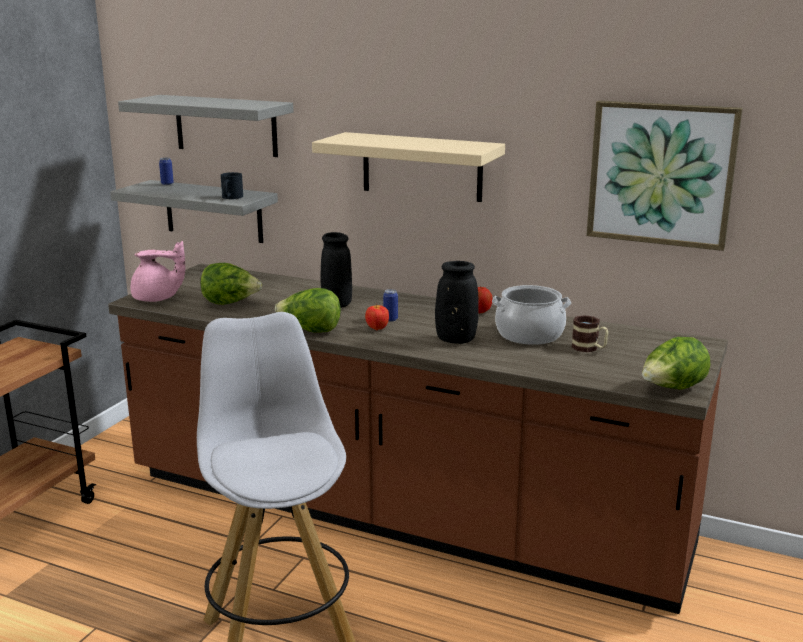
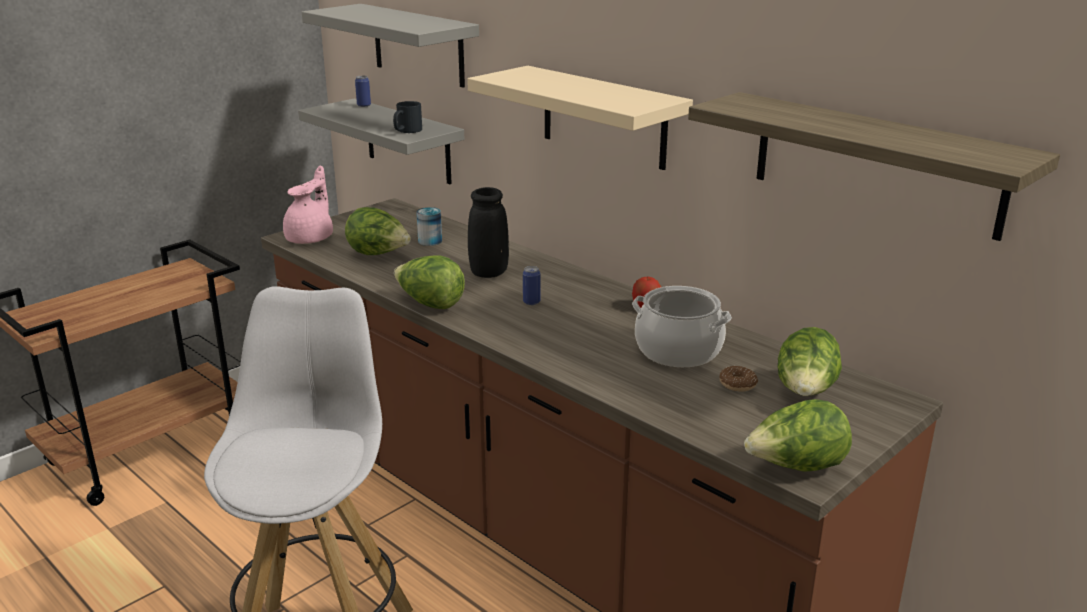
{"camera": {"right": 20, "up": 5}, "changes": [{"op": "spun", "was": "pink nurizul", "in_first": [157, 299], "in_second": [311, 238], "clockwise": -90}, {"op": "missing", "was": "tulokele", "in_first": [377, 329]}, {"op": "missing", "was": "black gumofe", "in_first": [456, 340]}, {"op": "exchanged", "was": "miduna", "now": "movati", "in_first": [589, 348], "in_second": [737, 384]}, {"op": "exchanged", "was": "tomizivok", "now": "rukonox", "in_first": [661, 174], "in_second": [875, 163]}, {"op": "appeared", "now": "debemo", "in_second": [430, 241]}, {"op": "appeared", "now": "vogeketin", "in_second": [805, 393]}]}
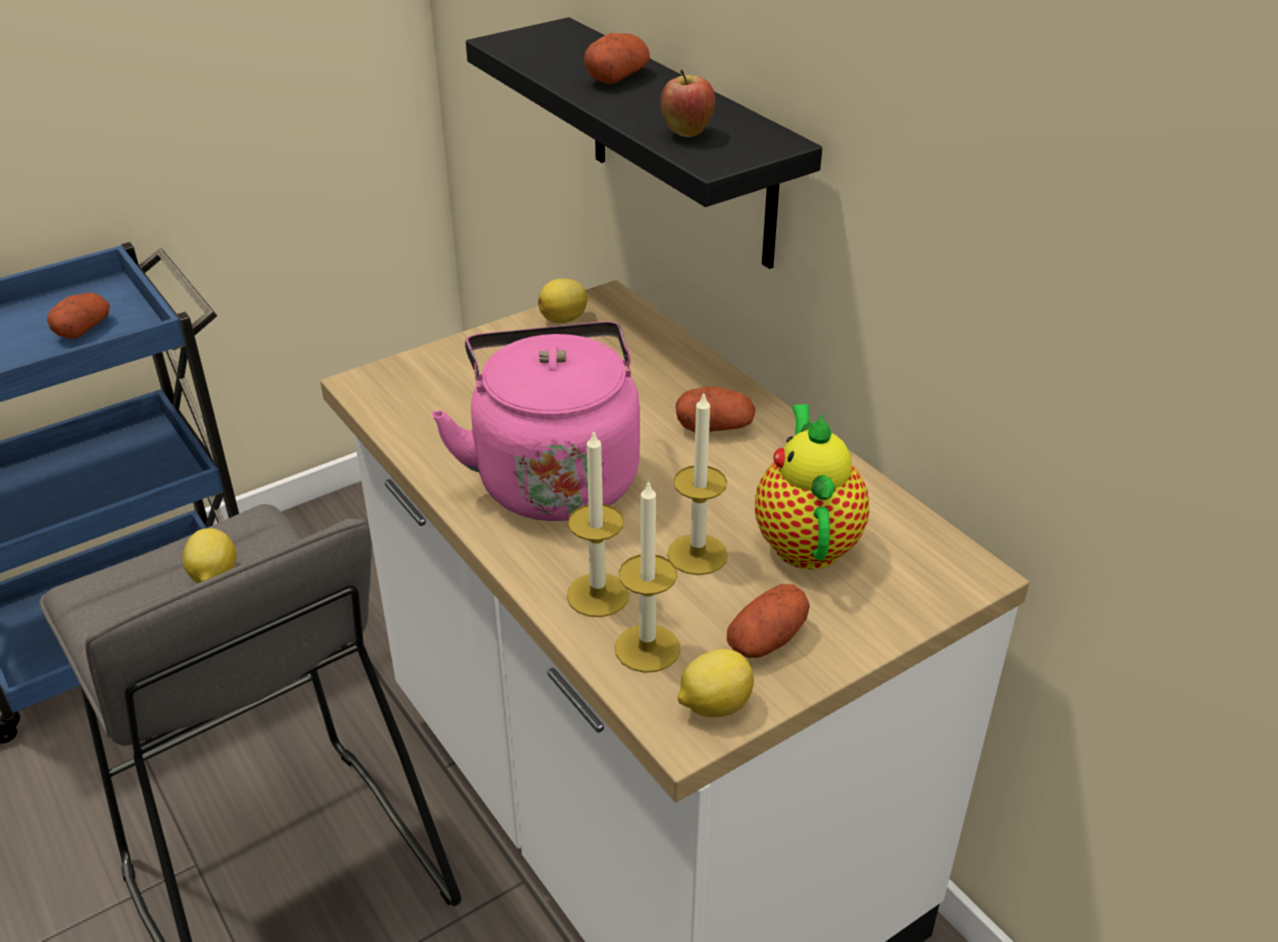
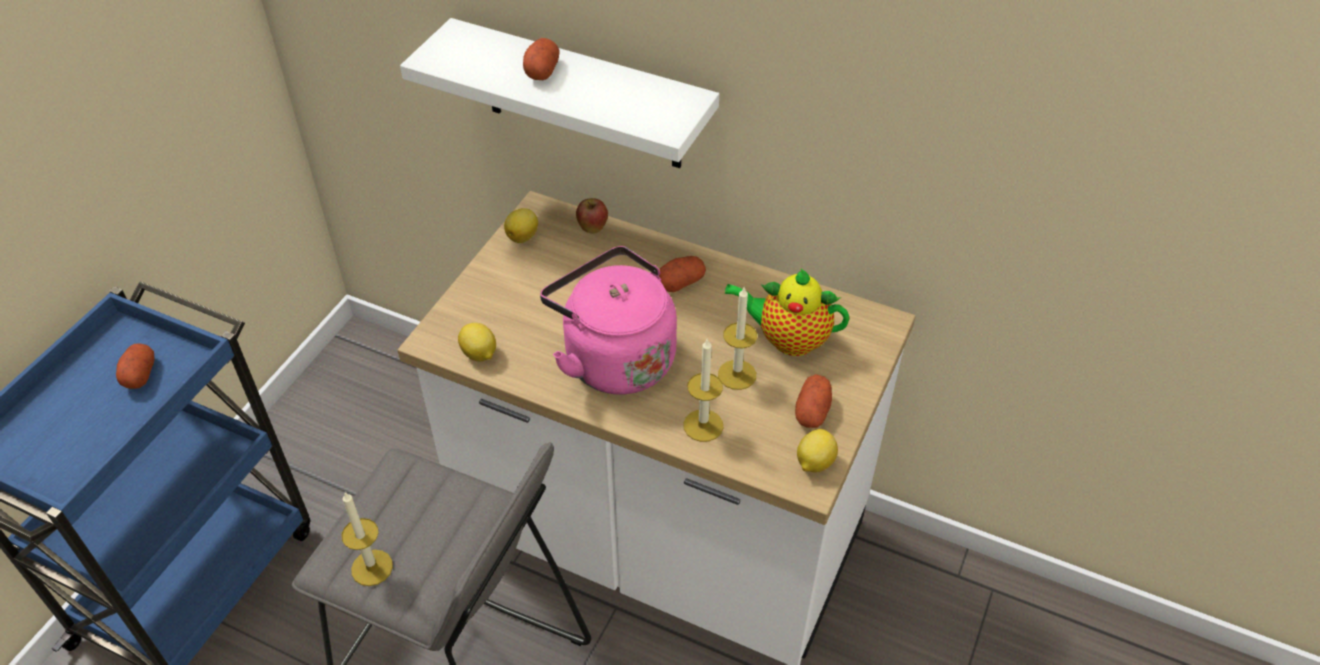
{"camera": {"right": -30, "up": 10}, "changes": [{"op": "relocated", "was": "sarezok", "in_first": [214, 577], "in_second": [479, 354]}, {"op": "colour", "was": "black rukonox", "now": "white rukonox", "in_first": [681, 143], "in_second": [582, 96]}, {"op": "relocated", "was": "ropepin", "in_first": [647, 648], "in_second": [372, 567]}, {"op": "relocated", "was": "tulokele", "in_first": [687, 134], "in_second": [592, 229]}, {"op": "spun", "was": "nurizul", "in_first": [806, 540], "in_second": [788, 339], "clockwise": -45}]}
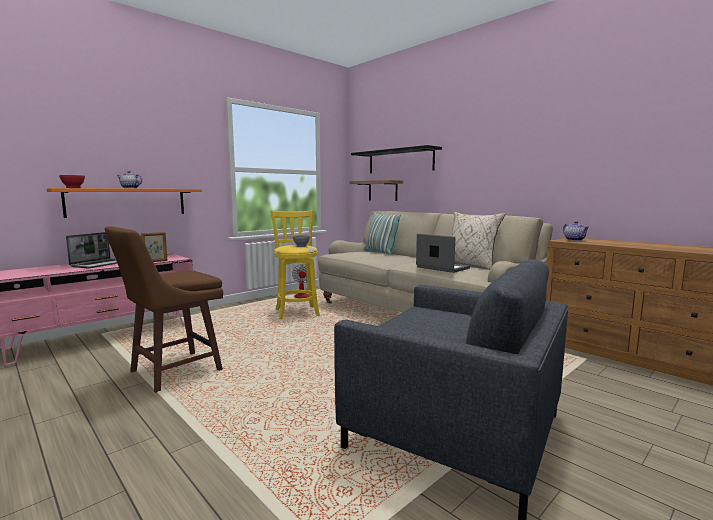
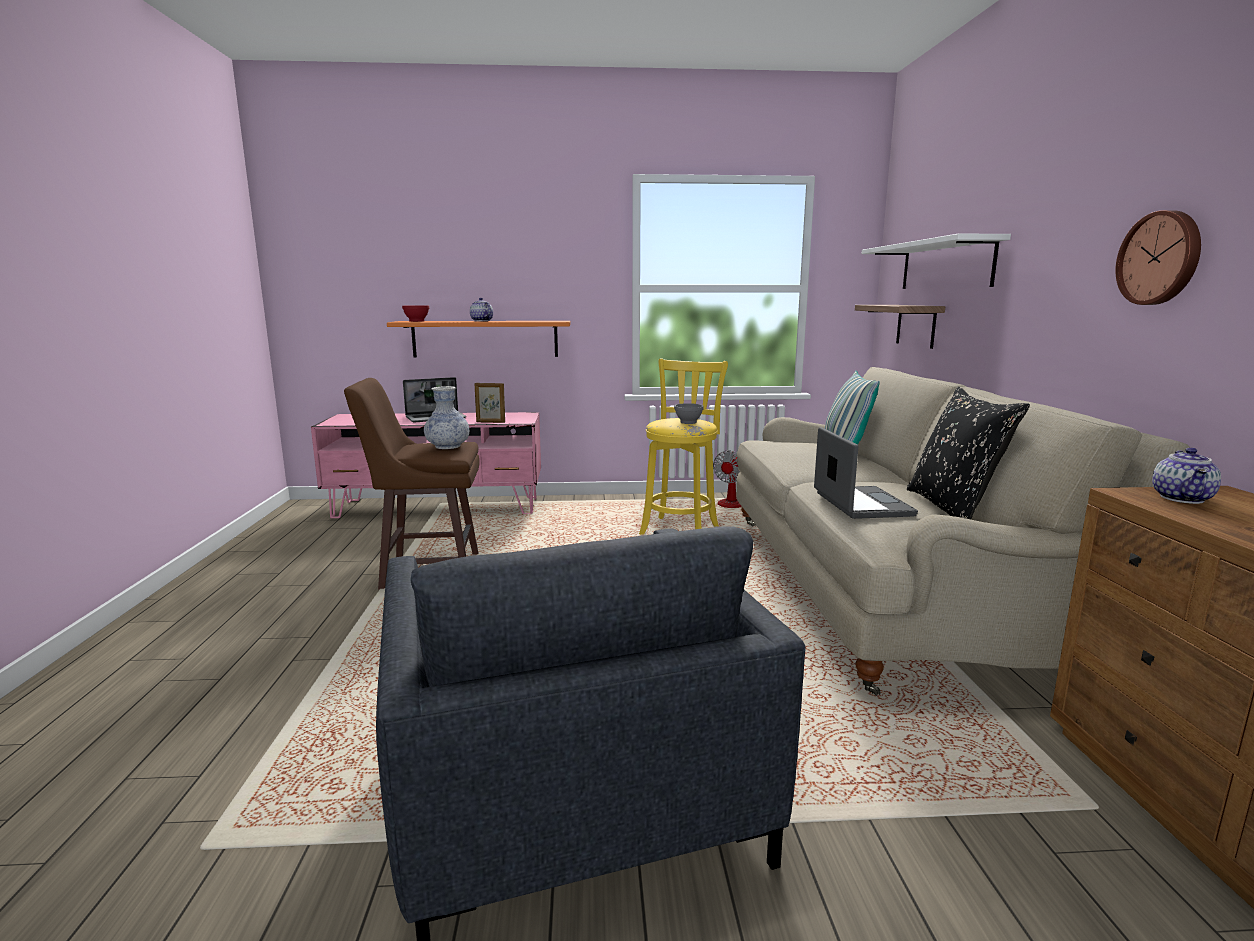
{"camera": {"right": 40, "up": 5}, "changes": [{"op": "colour", "was": "black rukonox", "now": "white rukonox", "in_first": [400, 161], "in_second": [945, 265]}, {"op": "colour", "was": "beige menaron", "now": "black menaron", "in_first": [470, 265], "in_second": [953, 508]}, {"op": "appeared", "now": "gumofe", "in_second": [447, 446]}, {"op": "appeared", "now": "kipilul", "in_second": [1161, 258]}]}
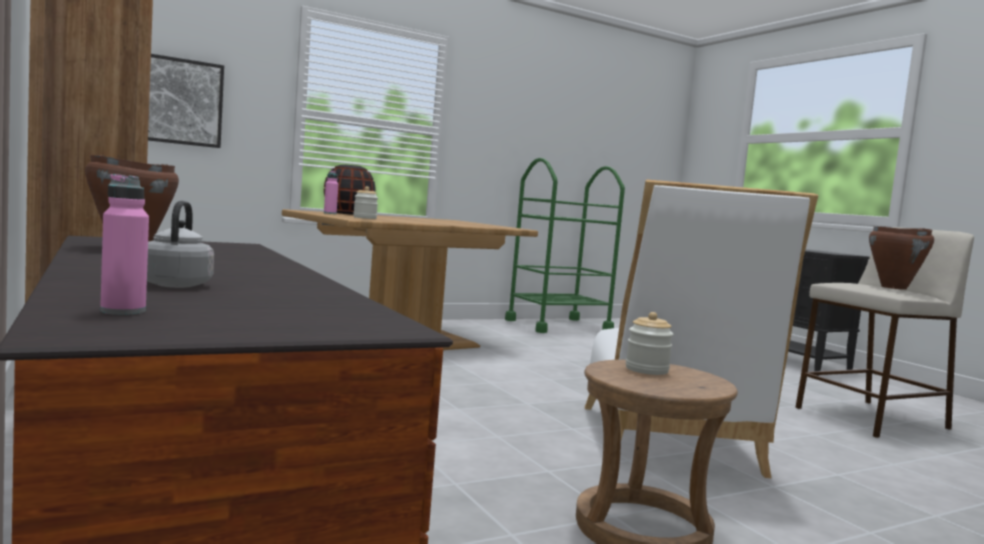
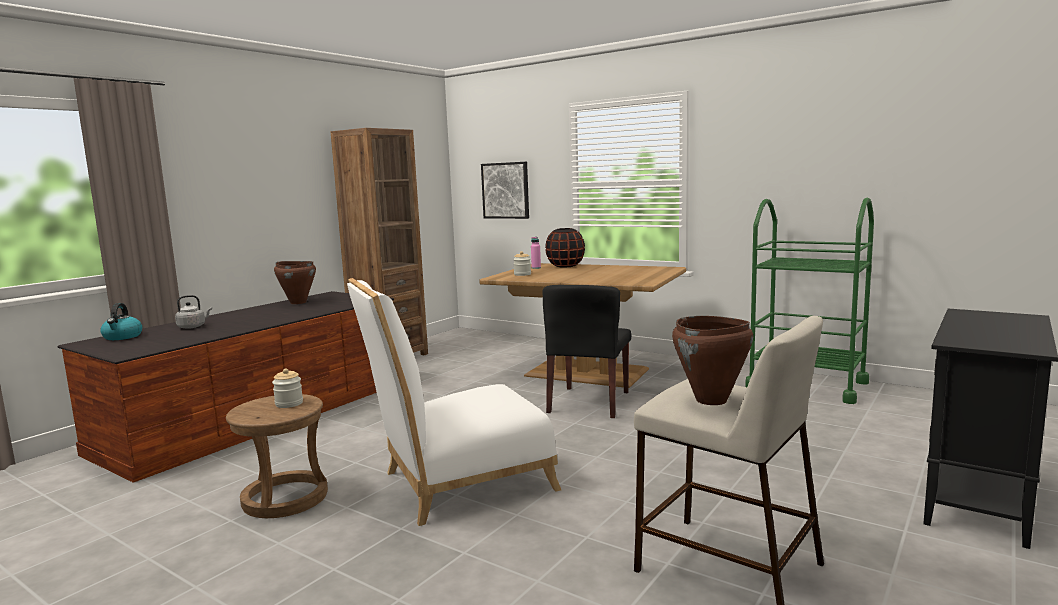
{"camera": {"right": 65, "up": 5}, "changes": [{"op": "exchanged", "was": "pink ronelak", "now": "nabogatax", "in_first": [123, 311], "in_second": [122, 337]}, {"op": "appeared", "now": "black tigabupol", "in_second": [589, 402]}]}
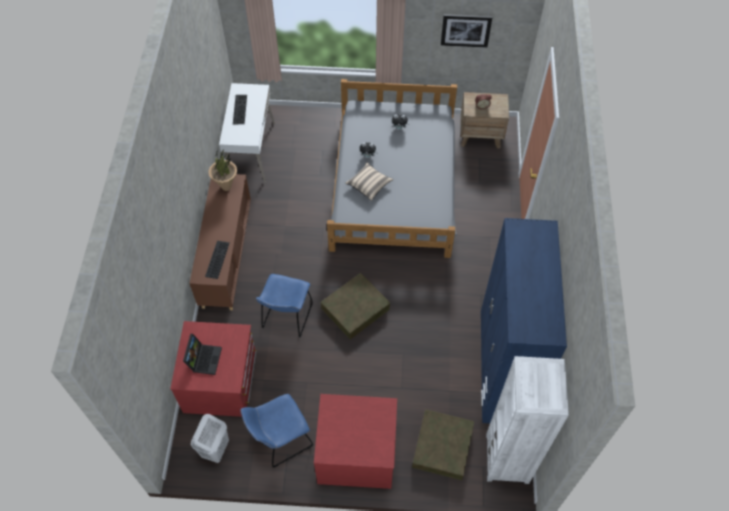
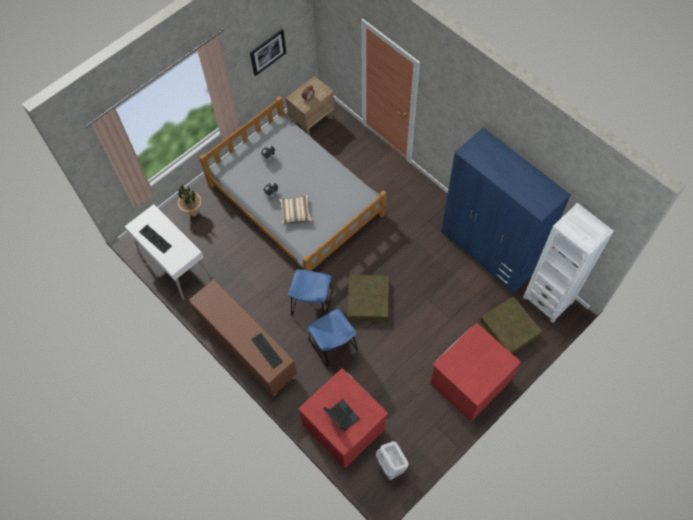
{"camera": {"right": -45, "up": 5}, "changes": [{"op": "relocated", "was": "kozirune", "in_first": [226, 187], "in_second": [193, 213]}, {"op": "relocated", "was": "blue tigabupol", "in_first": [280, 440], "in_second": [311, 305]}]}
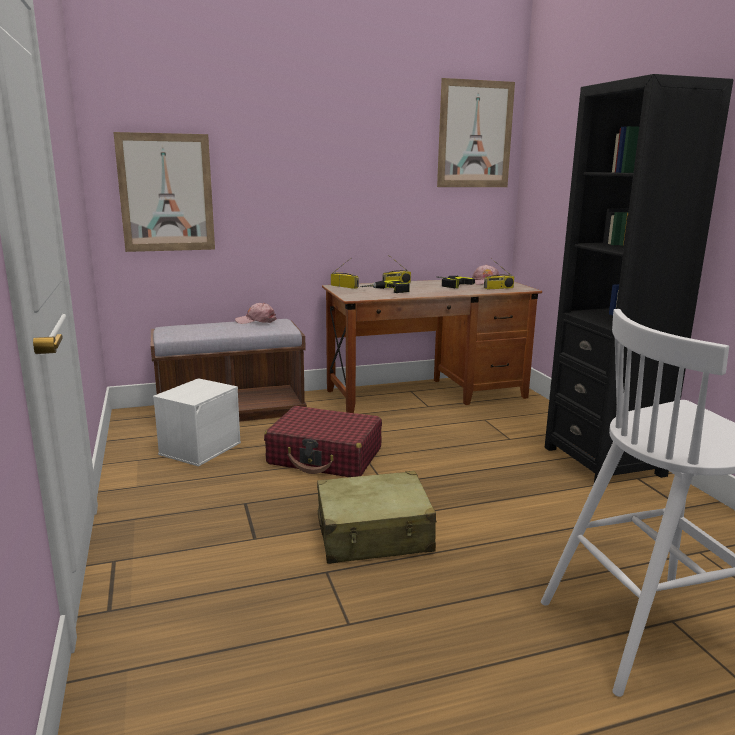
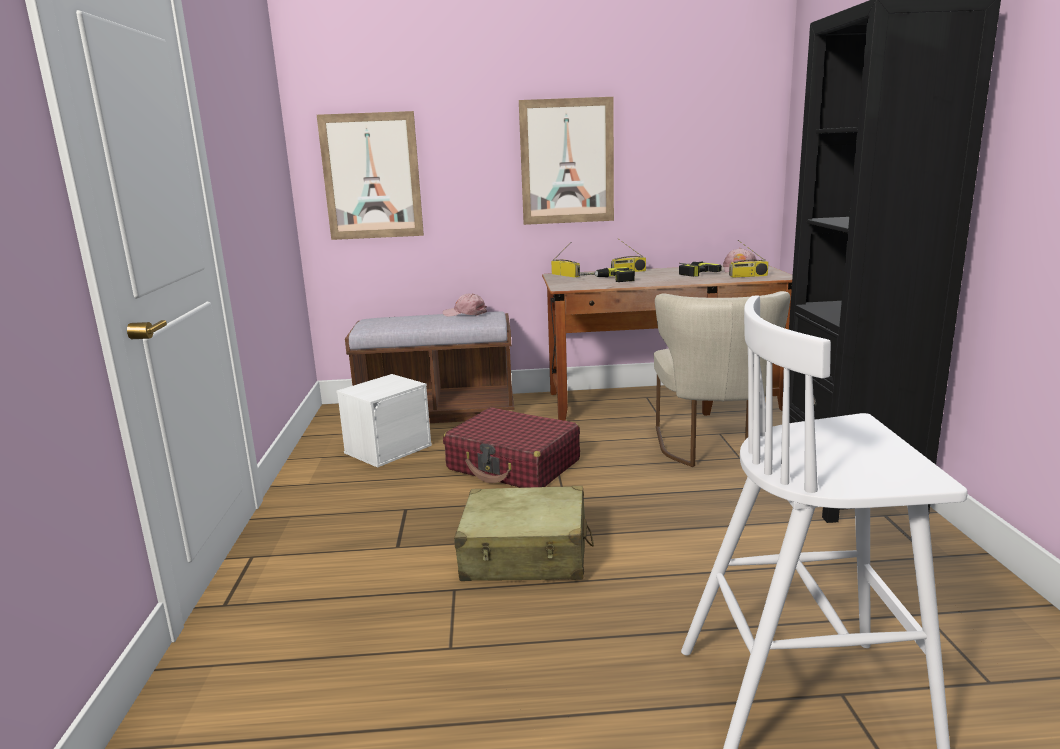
{"camera": {"right": 15, "up": 0}, "changes": [{"op": "relocated", "was": "tomizivok", "in_first": [475, 134], "in_second": [567, 161]}, {"op": "appeared", "now": "beige tigabupol", "in_second": [712, 448]}]}
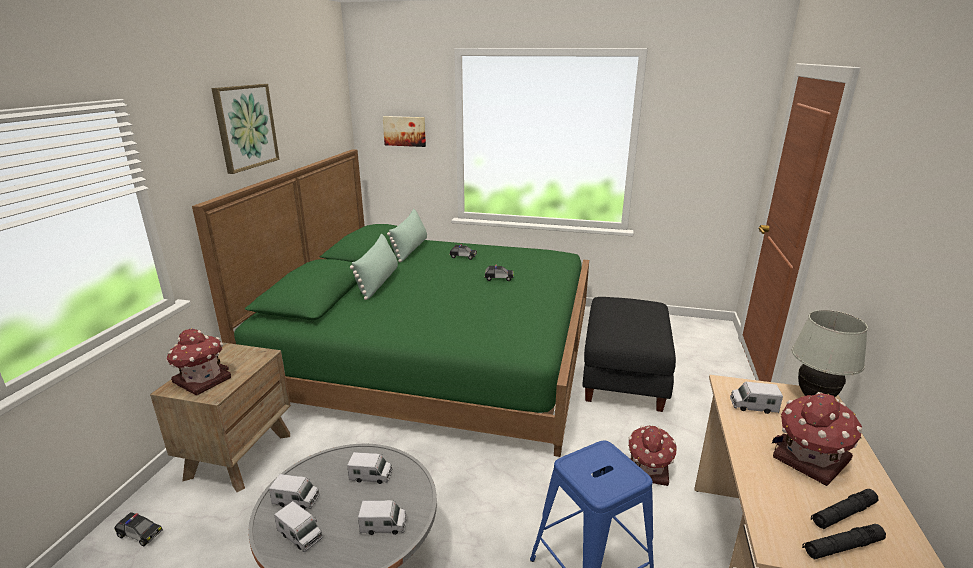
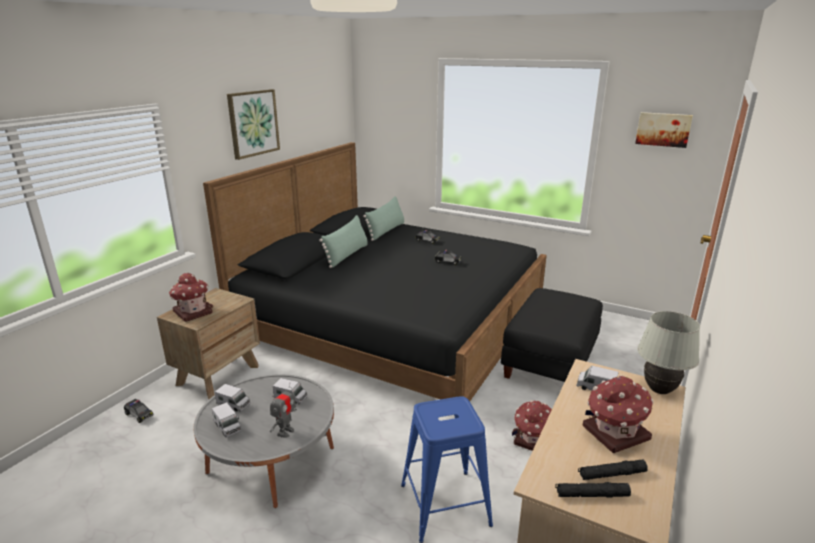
{"camera": {"right": 15, "up": 0}, "changes": [{"op": "colour", "was": "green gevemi", "now": "black gevemi", "in_first": [436, 352], "in_second": [393, 320]}, {"op": "exchanged", "was": "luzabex", "now": "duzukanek", "in_first": [383, 526], "in_second": [285, 432]}, {"op": "relocated", "was": "tomizivok", "in_first": [405, 131], "in_second": [663, 129]}]}
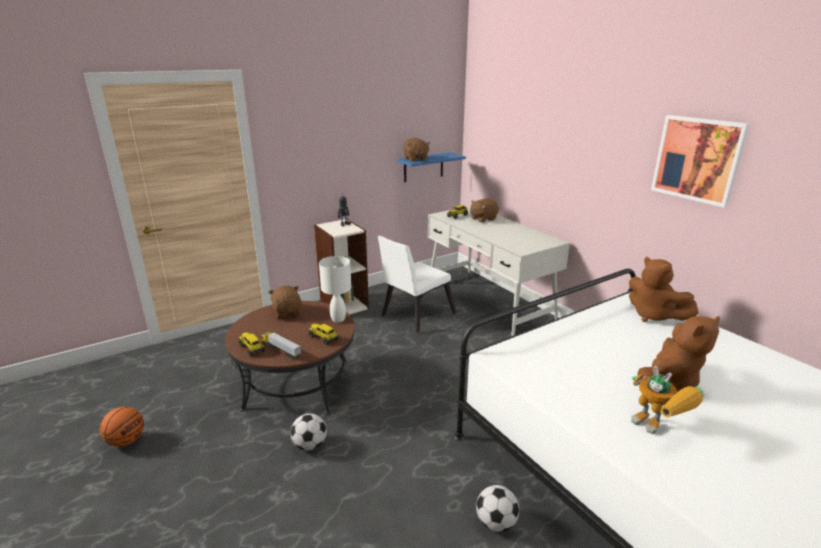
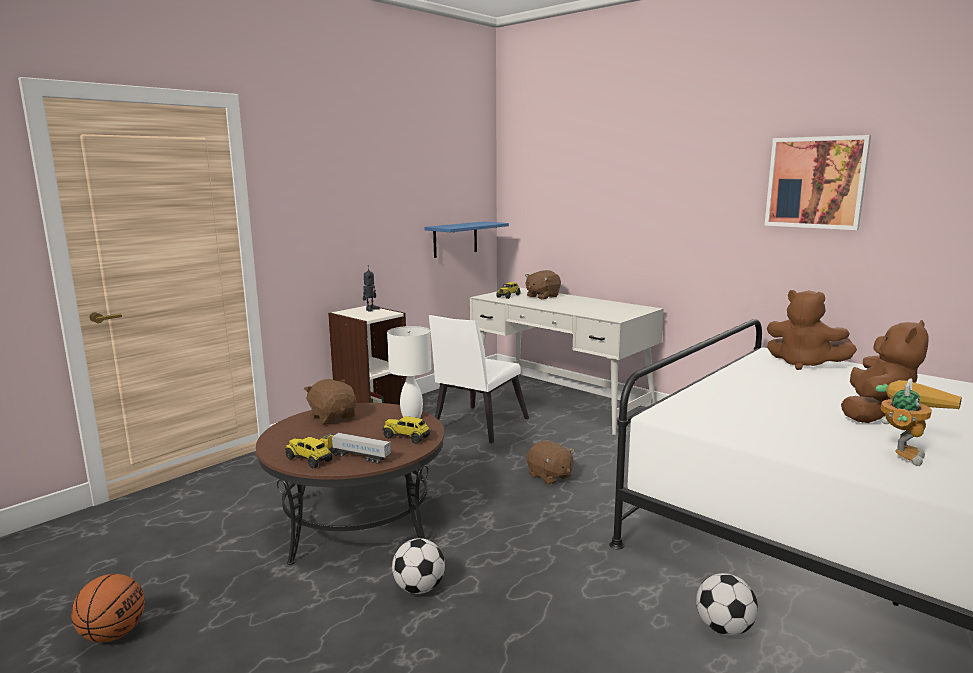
{"camera": {"right": -15, "up": -10}, "changes": [{"op": "relocated", "was": "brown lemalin", "in_first": [415, 159], "in_second": [549, 476]}, {"op": "spun", "was": "duzukanek", "in_first": [658, 428], "in_second": [903, 452], "clockwise": -90}]}
